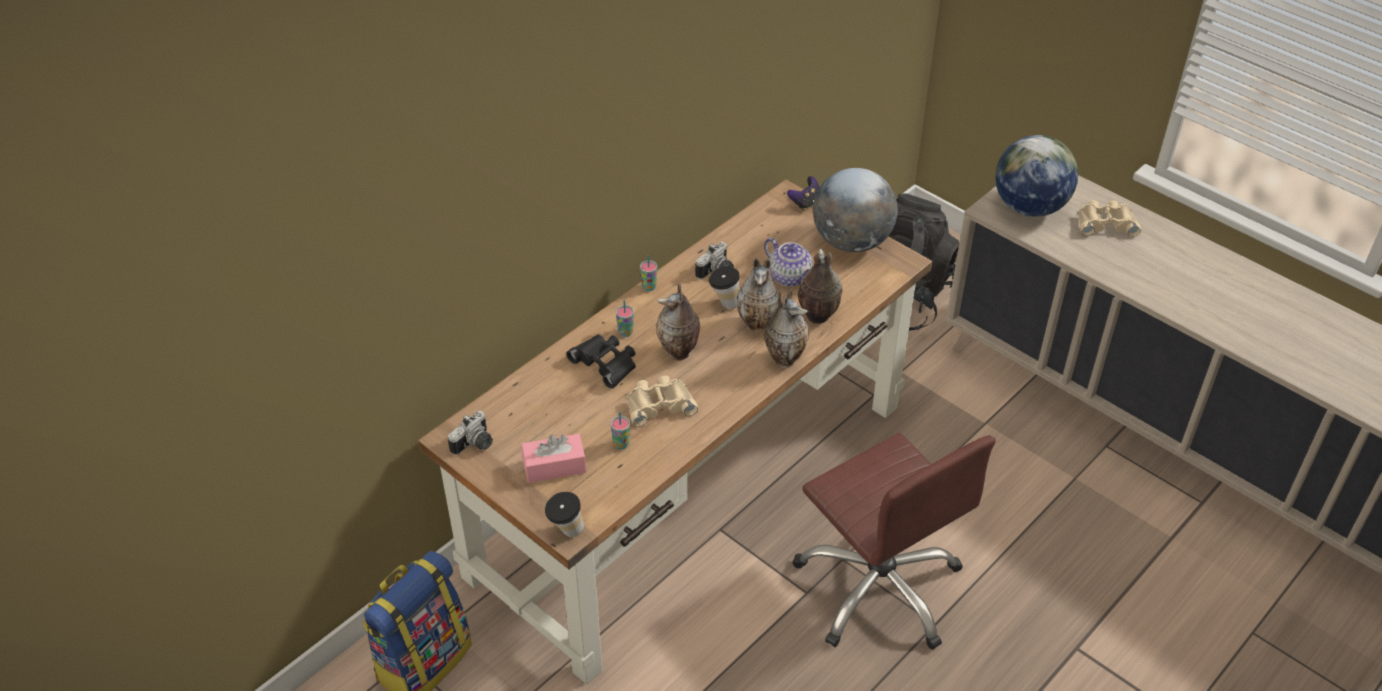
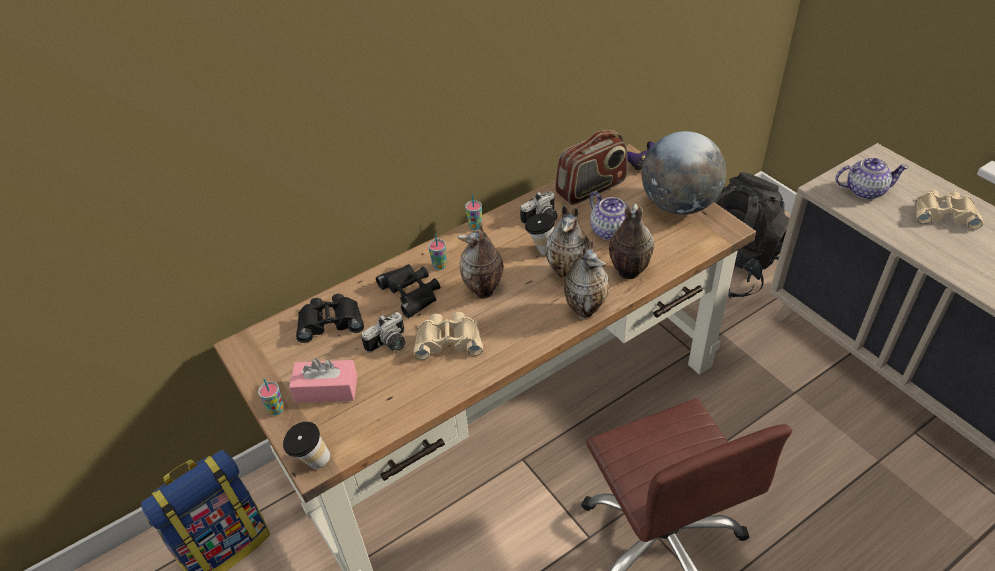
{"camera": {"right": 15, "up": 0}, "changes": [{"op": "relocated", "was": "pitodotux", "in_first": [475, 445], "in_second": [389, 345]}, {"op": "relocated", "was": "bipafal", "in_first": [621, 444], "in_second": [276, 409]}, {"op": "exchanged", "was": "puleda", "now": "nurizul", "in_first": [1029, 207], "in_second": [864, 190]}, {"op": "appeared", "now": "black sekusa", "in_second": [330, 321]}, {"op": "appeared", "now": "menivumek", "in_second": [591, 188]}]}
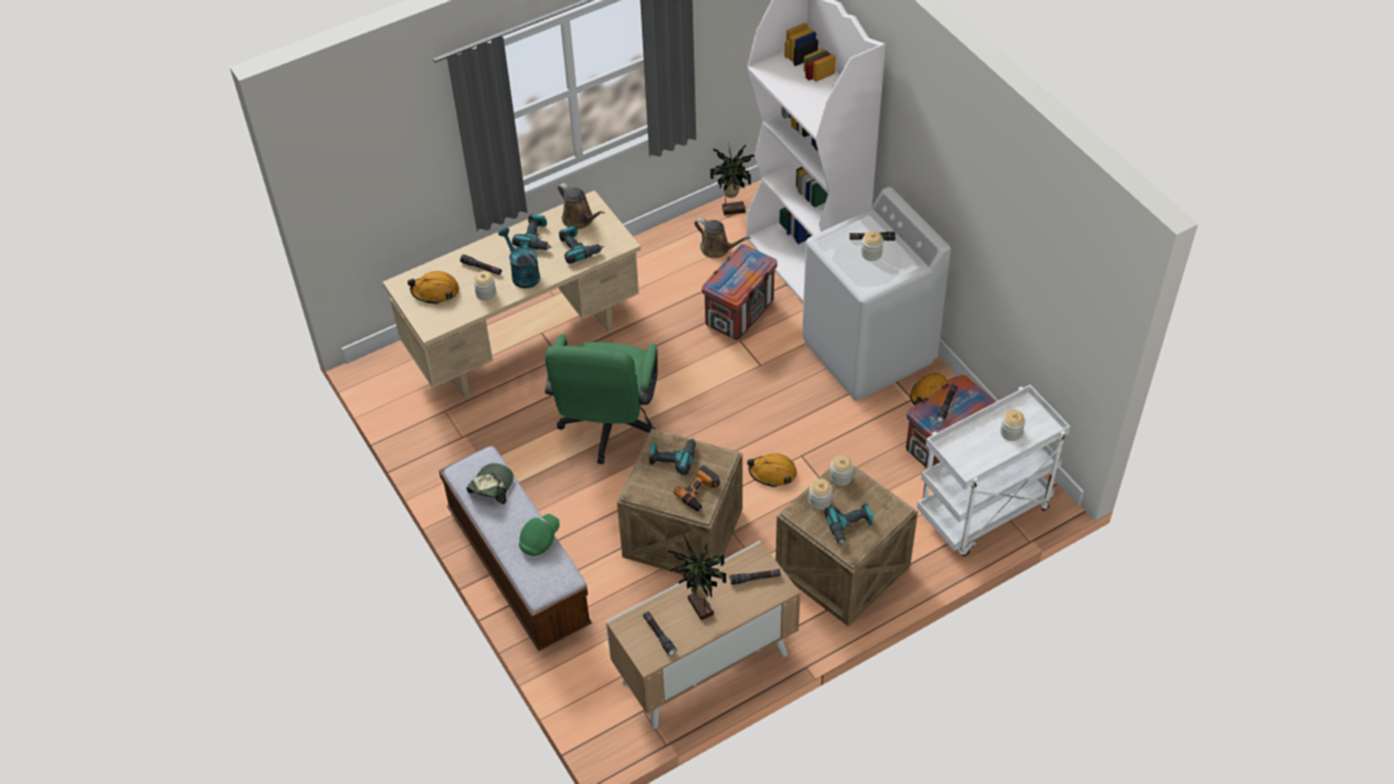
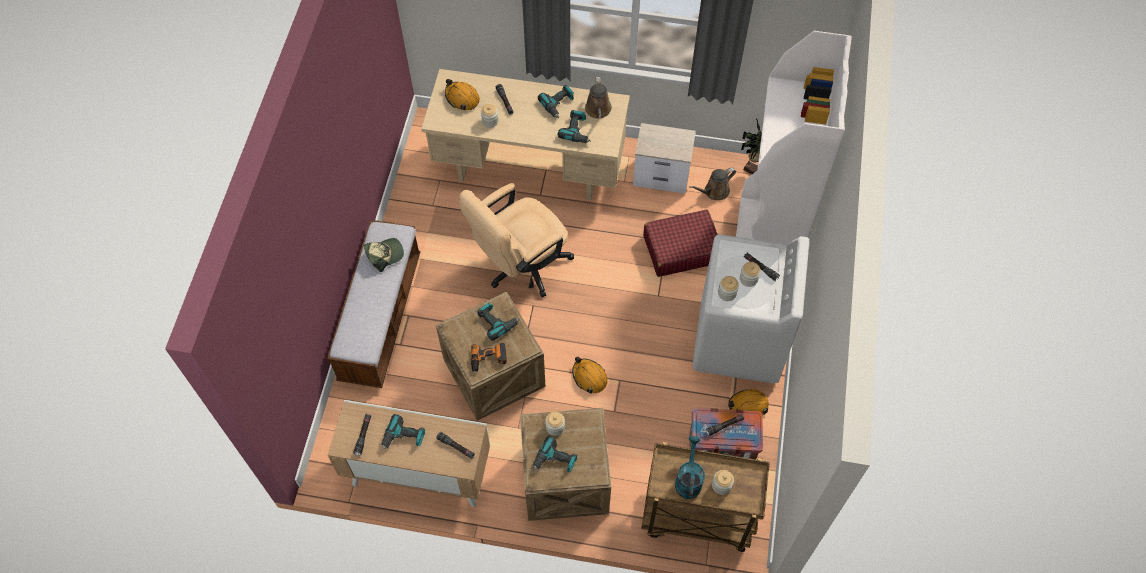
{"camera": {"right": 40, "up": 10}, "changes": [{"op": "relocated", "was": "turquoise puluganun", "in_first": [522, 274], "in_second": [688, 479]}, {"op": "missing", "was": "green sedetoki", "in_first": [540, 540]}, {"op": "colour", "was": "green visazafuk", "now": "beige visazafuk", "in_first": [608, 429], "in_second": [520, 267]}, {"op": "exchanged", "was": "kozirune", "now": "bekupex", "in_first": [699, 608], "in_second": [404, 438]}, {"op": "spun", "was": "brown puluganun", "in_first": [717, 249], "in_second": [714, 191], "clockwise": 75}, {"op": "exchanged", "was": "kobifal", "now": "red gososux", "in_first": [739, 314], "in_second": [681, 249]}, {"op": "relocated", "was": "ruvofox", "in_first": [841, 477], "in_second": [727, 293]}, {"op": "colour", "was": "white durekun", "now": "brown durekun", "in_first": [983, 513], "in_second": [696, 518]}, {"op": "appeared", "now": "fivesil", "in_second": [662, 175]}]}
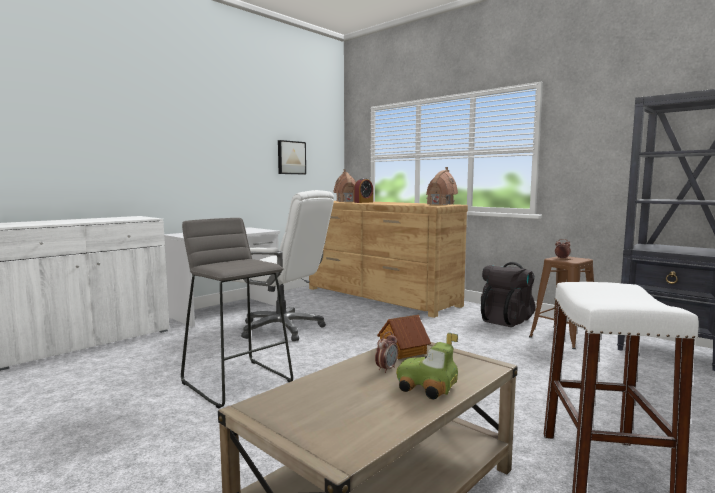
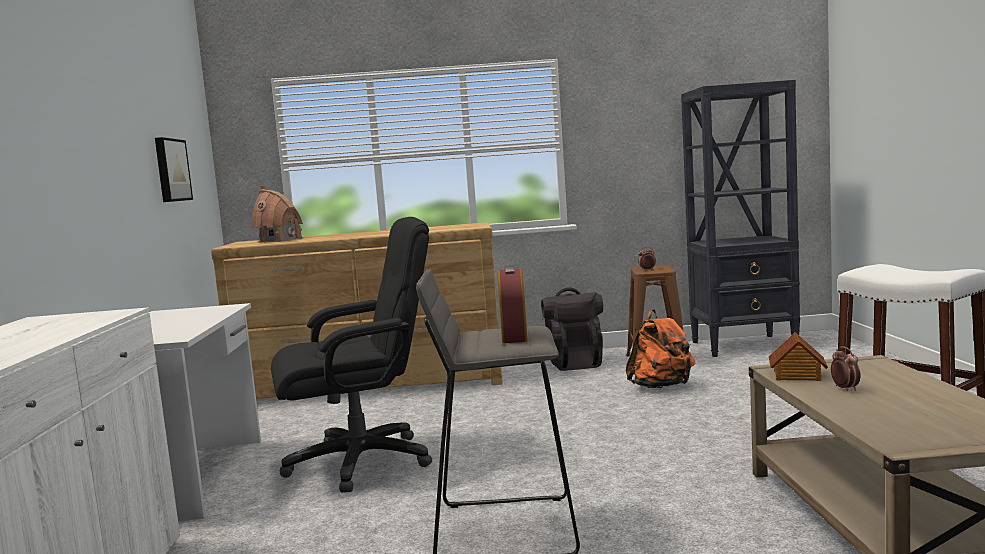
{"camera": {"right": -45, "up": 0}, "changes": [{"op": "colour", "was": "white visazafuk", "now": "black visazafuk", "in_first": [282, 328], "in_second": [362, 461]}, {"op": "relocated", "was": "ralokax", "in_first": [363, 202], "in_second": [514, 336]}, {"op": "missing", "was": "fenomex", "in_first": [426, 388]}, {"op": "missing", "was": "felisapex", "in_first": [440, 204]}, {"op": "appeared", "now": "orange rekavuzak", "in_second": [661, 387]}]}
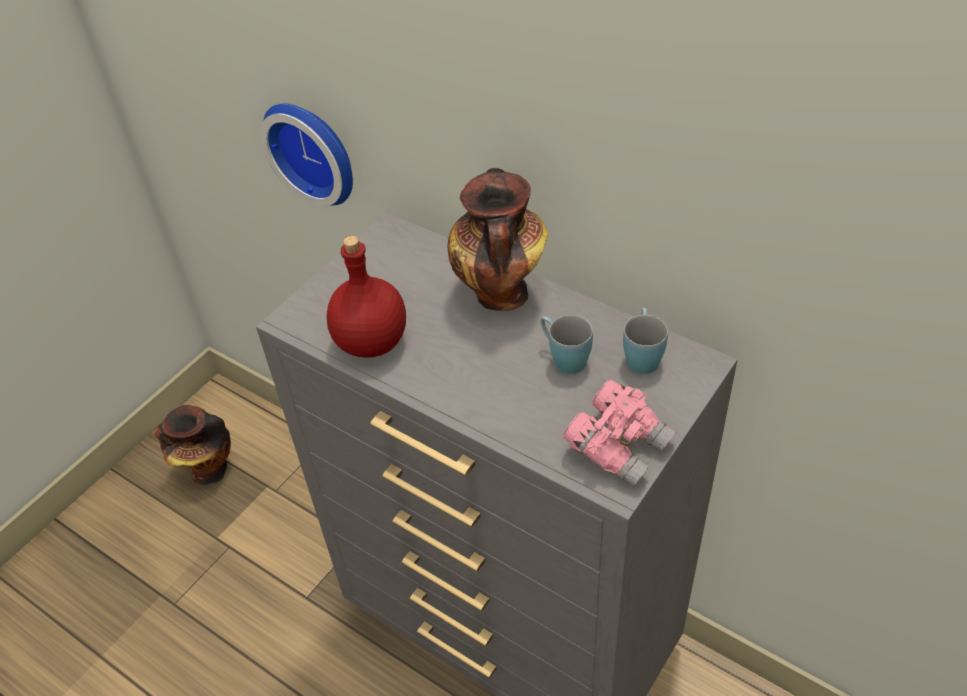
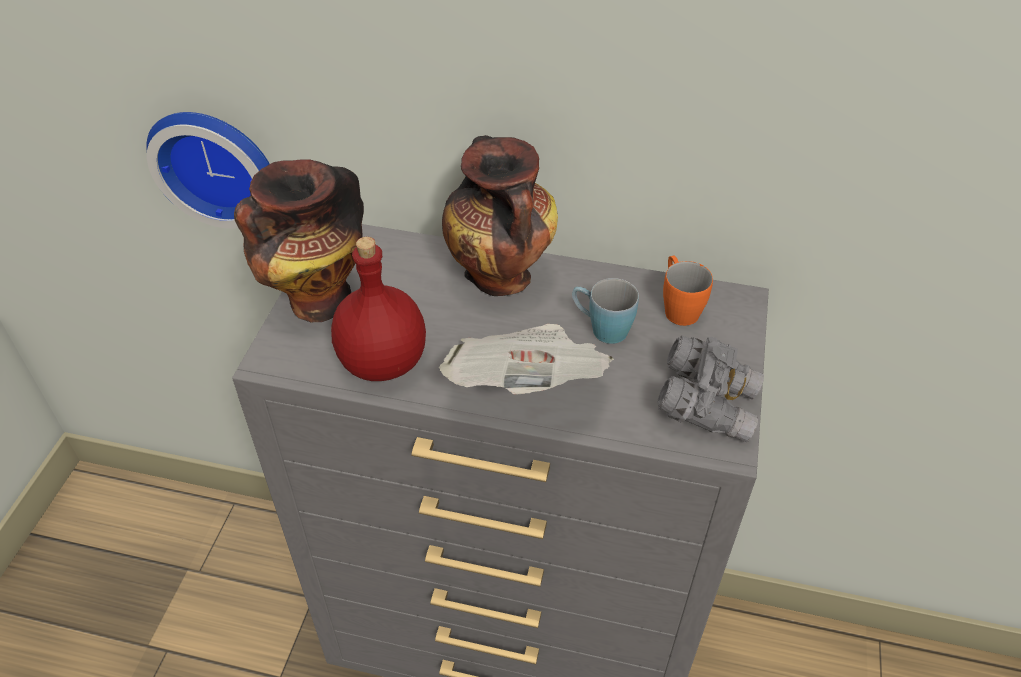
{"camera": {"right": -25, "up": 0}, "changes": [{"op": "relocated", "was": "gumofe", "in_first": [207, 470], "in_second": [317, 300]}, {"op": "colour", "was": "pink sekusa", "now": "grey sekusa", "in_first": [619, 446], "in_second": [706, 404]}, {"op": "colour", "was": "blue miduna", "now": "orange miduna", "in_first": [642, 356], "in_second": [678, 307]}, {"op": "appeared", "now": "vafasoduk", "in_second": [526, 386]}]}
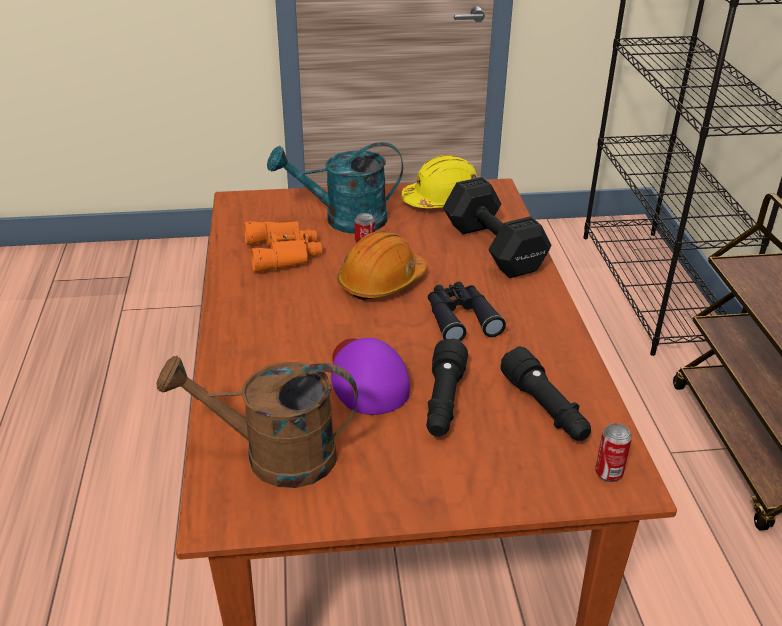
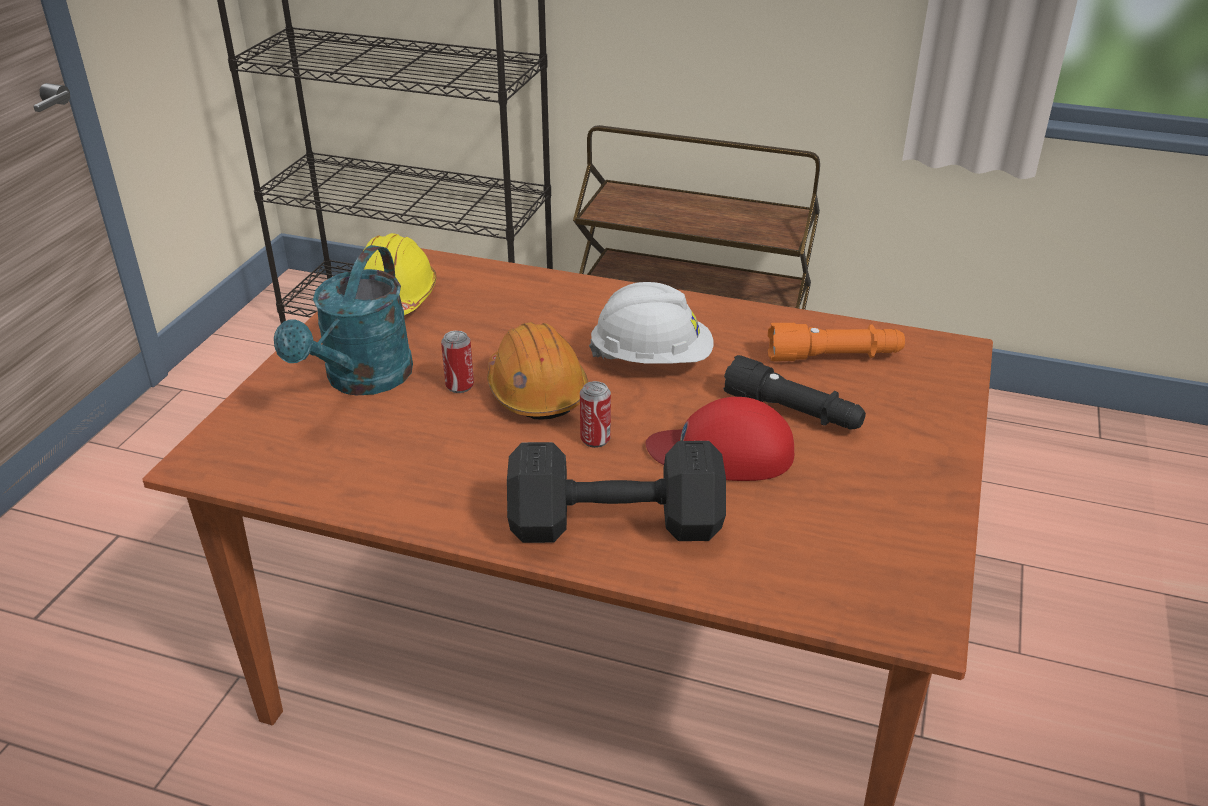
{"camera": {"right": -65, "up": 0}, "changes": [{"op": "missing", "was": "brown puluganun", "in_first": [274, 457]}, {"op": "missing", "was": "orange sekusa", "in_first": [284, 252]}, {"op": "colour", "was": "purple sedetoki", "now": "red sedetoki", "in_first": [367, 378], "in_second": [722, 452]}, {"op": "exchanged", "was": "black sekusa", "now": "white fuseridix", "in_first": [460, 318], "in_second": [652, 359]}, {"op": "relocated", "was": "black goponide", "in_first": [492, 246], "in_second": [610, 523]}, {"op": "colour", "was": "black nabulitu", "now": "orange nabulitu", "in_first": [545, 409], "in_second": [834, 357]}, {"op": "relocated", "was": "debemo", "in_first": [608, 473], "in_second": [595, 439]}]}
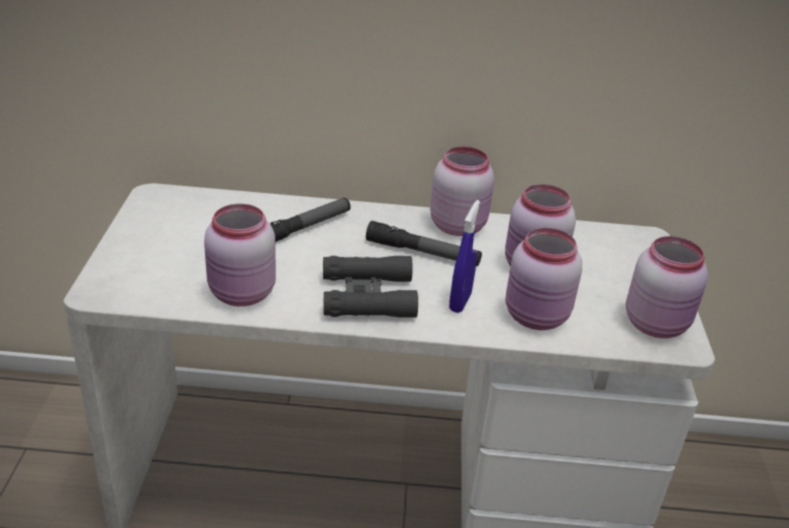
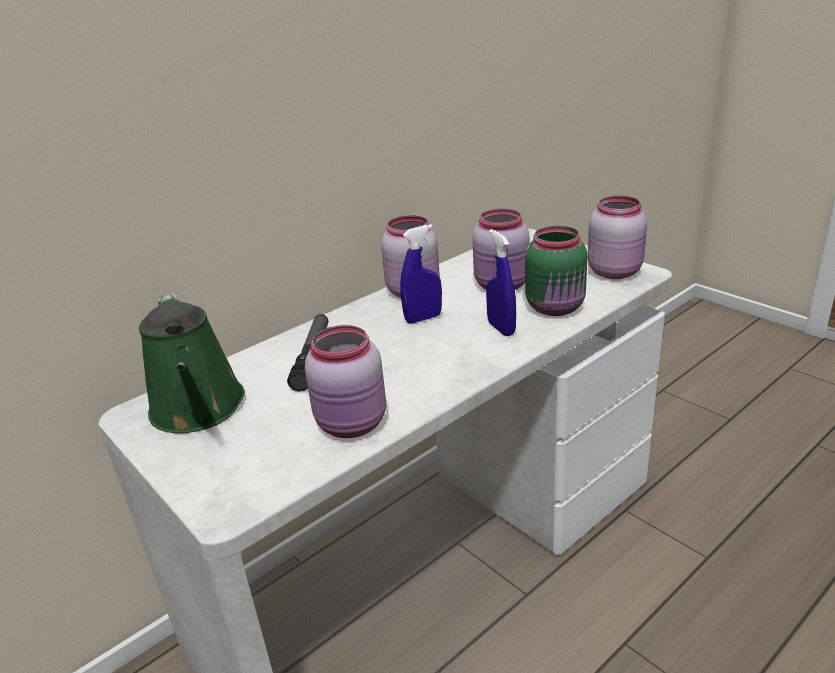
{"camera": {"right": -40, "up": -5}, "changes": [{"op": "missing", "was": "black sekusa", "in_first": [368, 296]}, {"op": "exchanged", "was": "nabulitu", "now": "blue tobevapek", "in_first": [422, 253], "in_second": [423, 318]}, {"op": "colour", "was": "pink ruvofox", "now": "green ruvofox", "in_first": [536, 317], "in_second": [556, 308]}, {"op": "appeared", "now": "green puluganun", "in_second": [199, 410]}]}
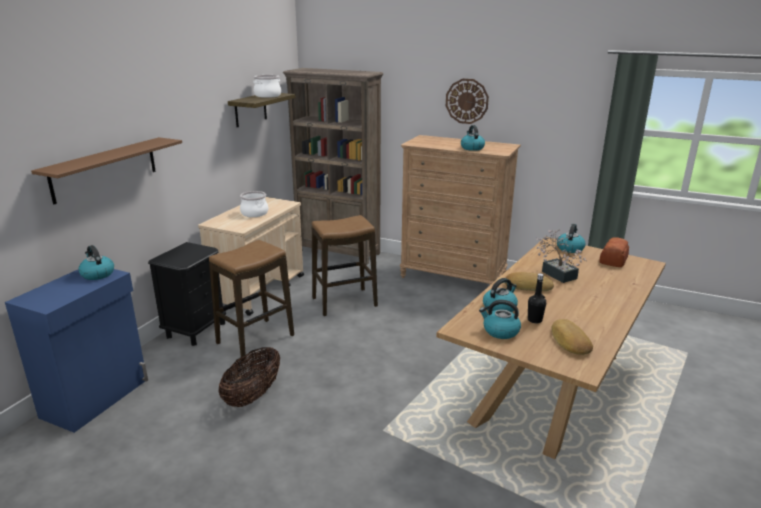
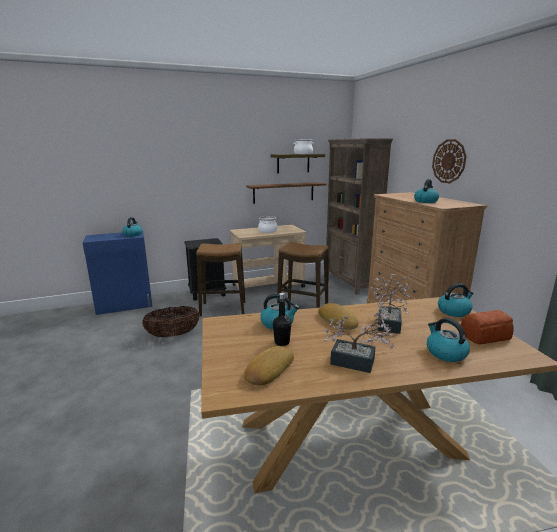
{"camera": {"right": 45, "up": -5}, "changes": [{"op": "relocated", "was": "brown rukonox", "in_first": [105, 169], "in_second": [283, 192]}, {"op": "relocated", "was": "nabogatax", "in_first": [500, 331], "in_second": [445, 353]}, {"op": "appeared", "now": "kozirune", "in_second": [358, 363]}]}
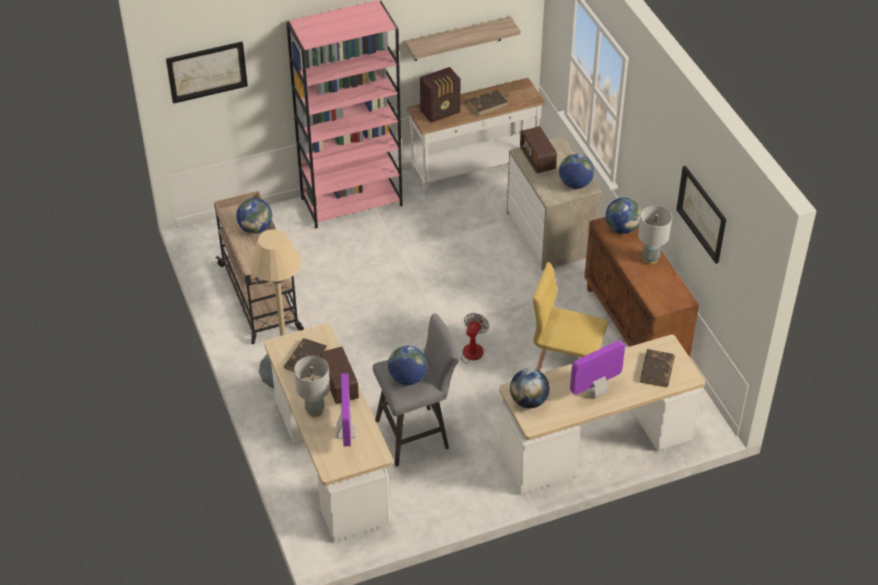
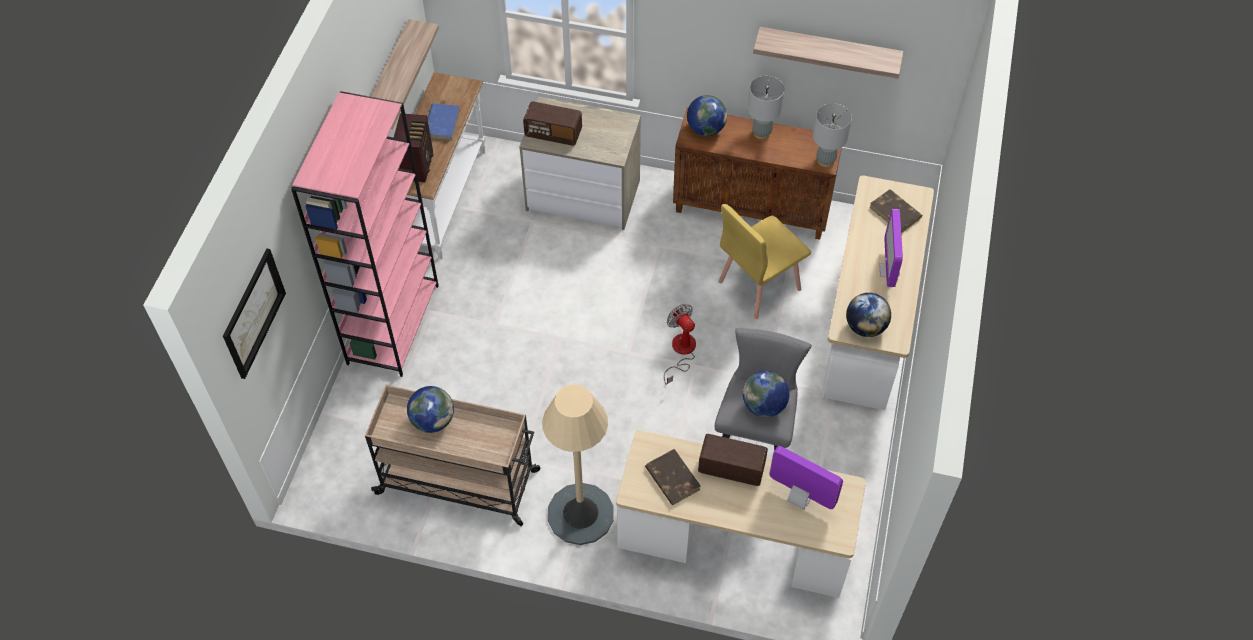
{"camera": {"right": -55, "up": 10}, "changes": [{"op": "relocated", "was": "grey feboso", "in_first": [315, 410], "in_second": [825, 161]}, {"op": "colour", "was": "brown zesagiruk", "now": "blue zesagiruk", "in_first": [487, 104], "in_second": [442, 123]}, {"op": "missing", "was": "puleda", "in_first": [575, 184]}, {"op": "exchanged", "was": "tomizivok", "now": "rukonox", "in_first": [702, 214], "in_second": [828, 51]}]}
